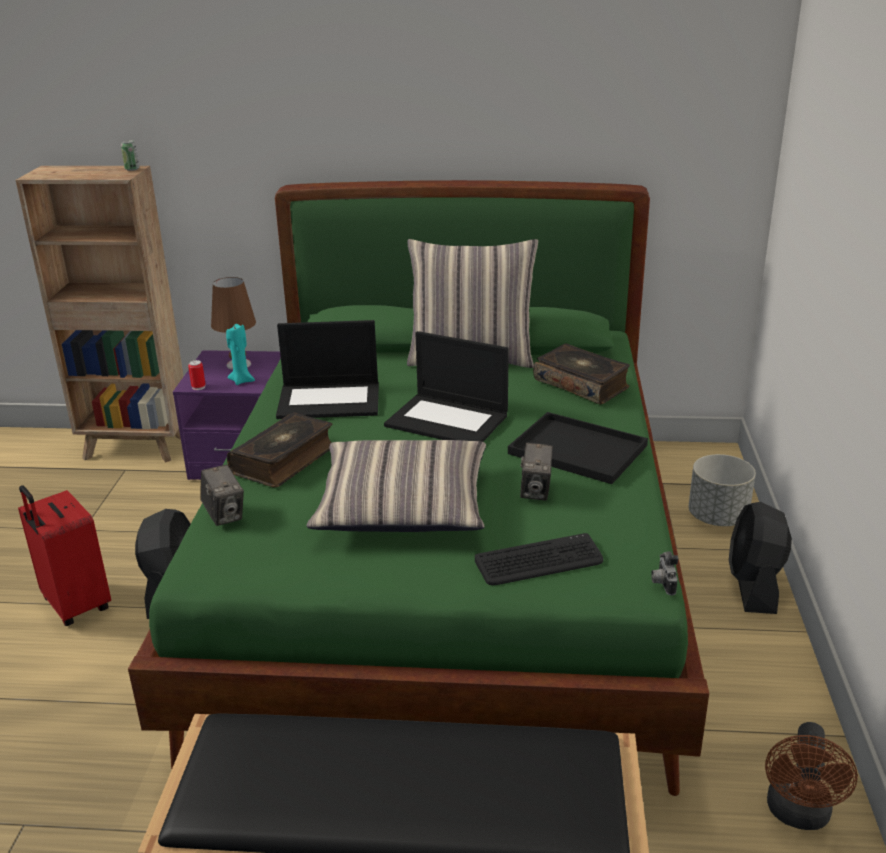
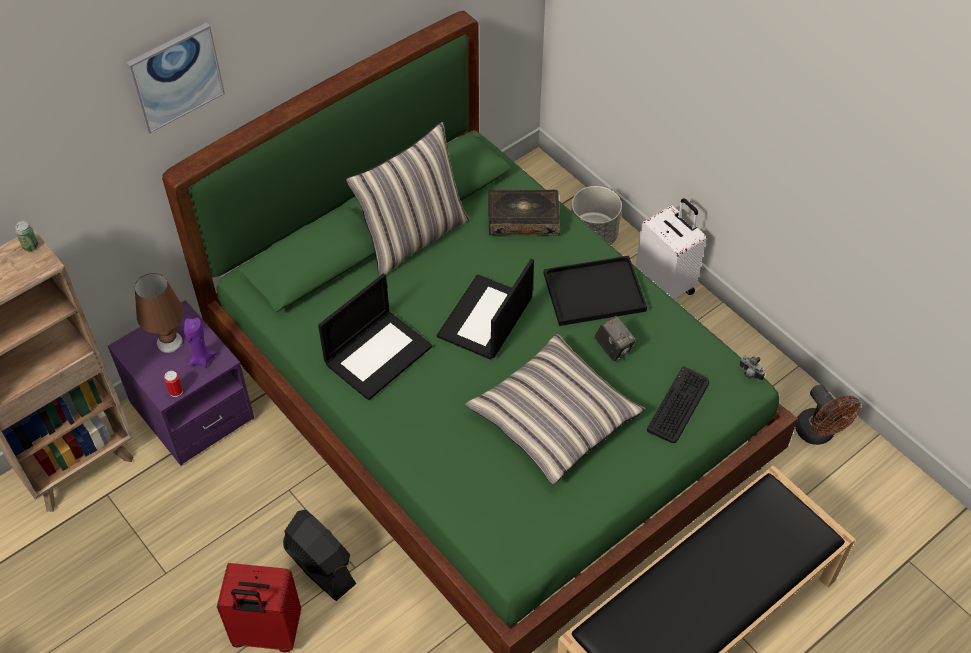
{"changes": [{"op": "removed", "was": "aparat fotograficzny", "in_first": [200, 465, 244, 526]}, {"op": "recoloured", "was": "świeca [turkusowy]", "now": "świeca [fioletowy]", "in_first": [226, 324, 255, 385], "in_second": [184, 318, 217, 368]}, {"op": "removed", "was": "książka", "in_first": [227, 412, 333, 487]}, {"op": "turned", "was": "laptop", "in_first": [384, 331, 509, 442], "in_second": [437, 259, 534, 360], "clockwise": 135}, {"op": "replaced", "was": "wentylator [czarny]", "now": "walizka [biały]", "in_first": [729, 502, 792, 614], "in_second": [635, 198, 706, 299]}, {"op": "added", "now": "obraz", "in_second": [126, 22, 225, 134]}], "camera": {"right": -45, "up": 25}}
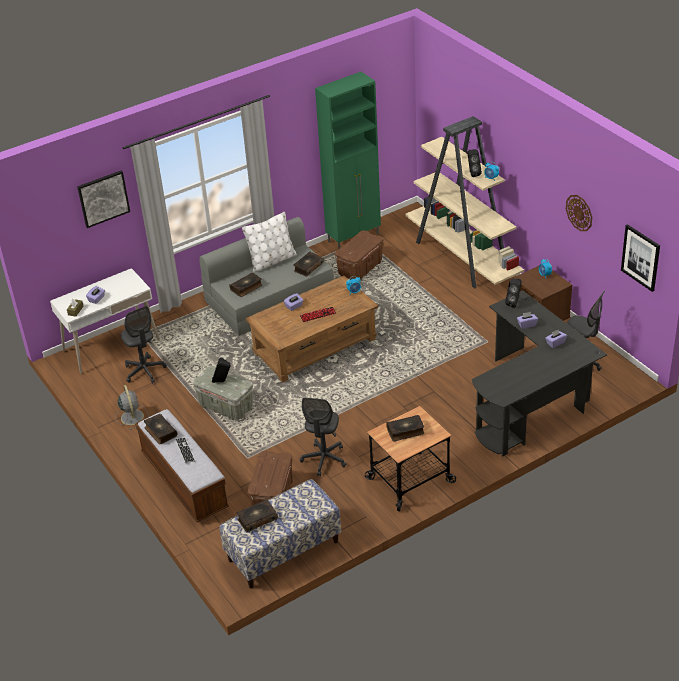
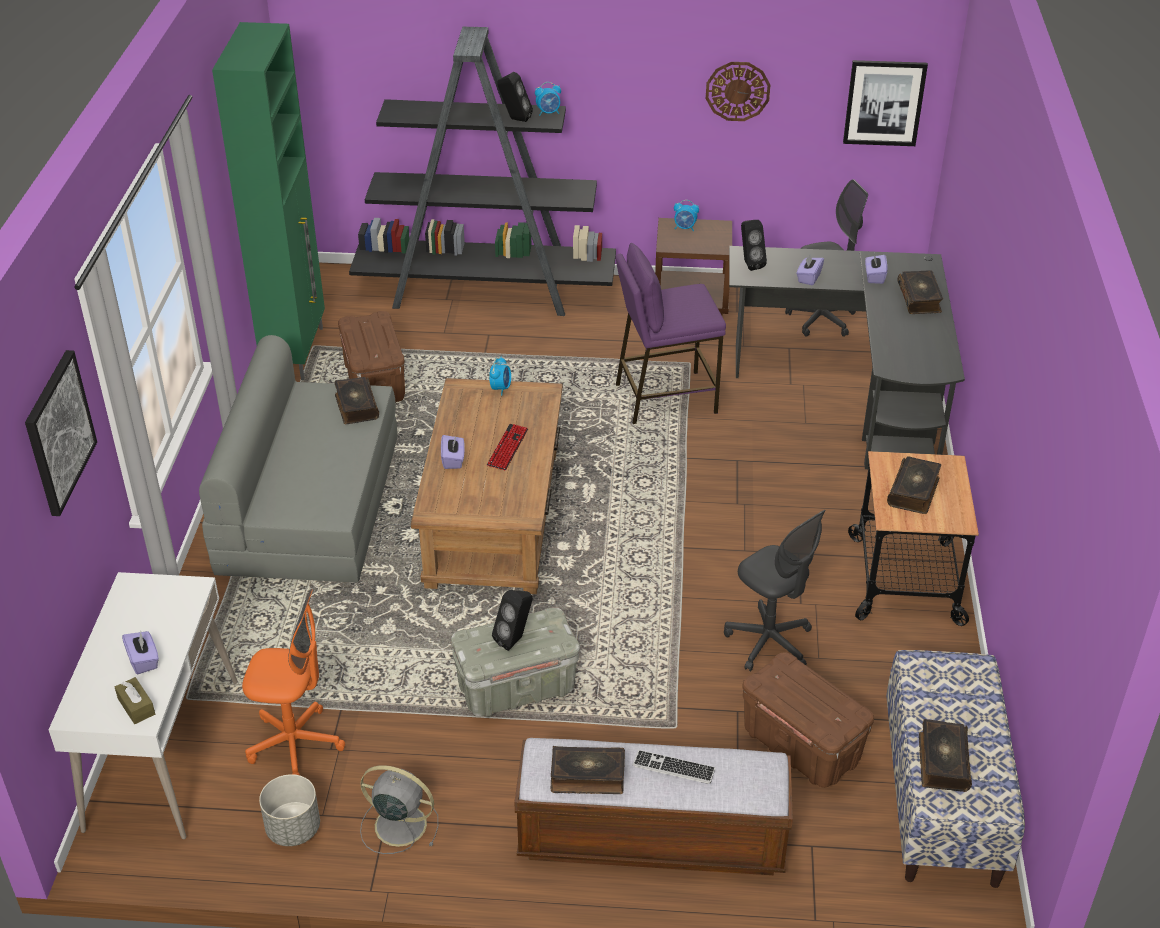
{"changes": [{"op": "recoloured", "was": "krzesło biurowe [szary]", "now": "krzesło biurowe [pomarańczowy]", "in_first": [121, 306, 167, 384], "in_second": [242, 589, 345, 775]}, {"op": "moved", "was": "książka", "in_first": [229, 273, 263, 297], "in_second": [898, 270, 943, 314]}, {"op": "removed", "was": "poduszka [biały]", "in_first": [242, 212, 297, 272]}, {"op": "recoloured", "was": "regał [beżowy]", "now": "regał [czarny]", "in_first": [405, 116, 524, 289], "in_second": [349, 27, 616, 316]}, {"op": "added", "now": "donica [szary]", "in_second": [259, 774, 320, 846]}, {"op": "added", "now": "stołek [fioletowy]", "in_second": [615, 243, 726, 424]}], "camera": {"right": -55, "up": 0}}
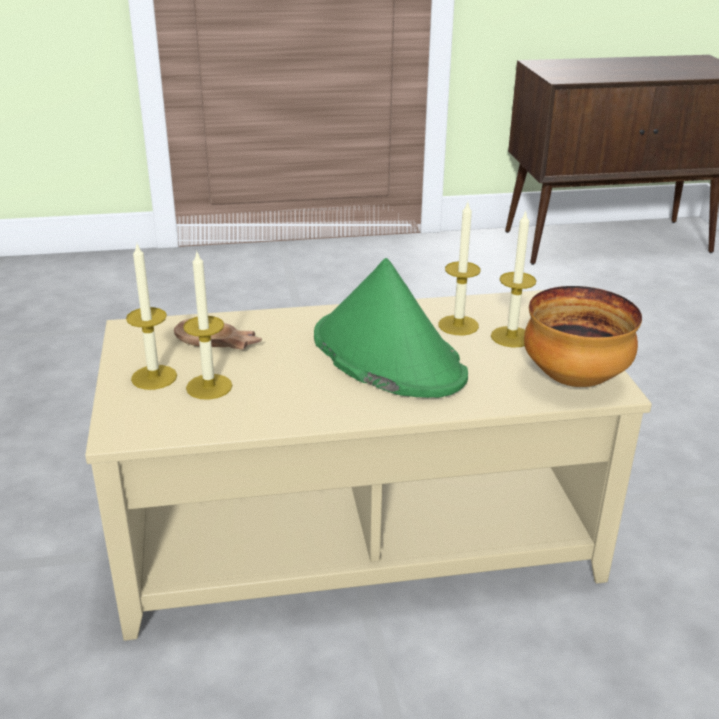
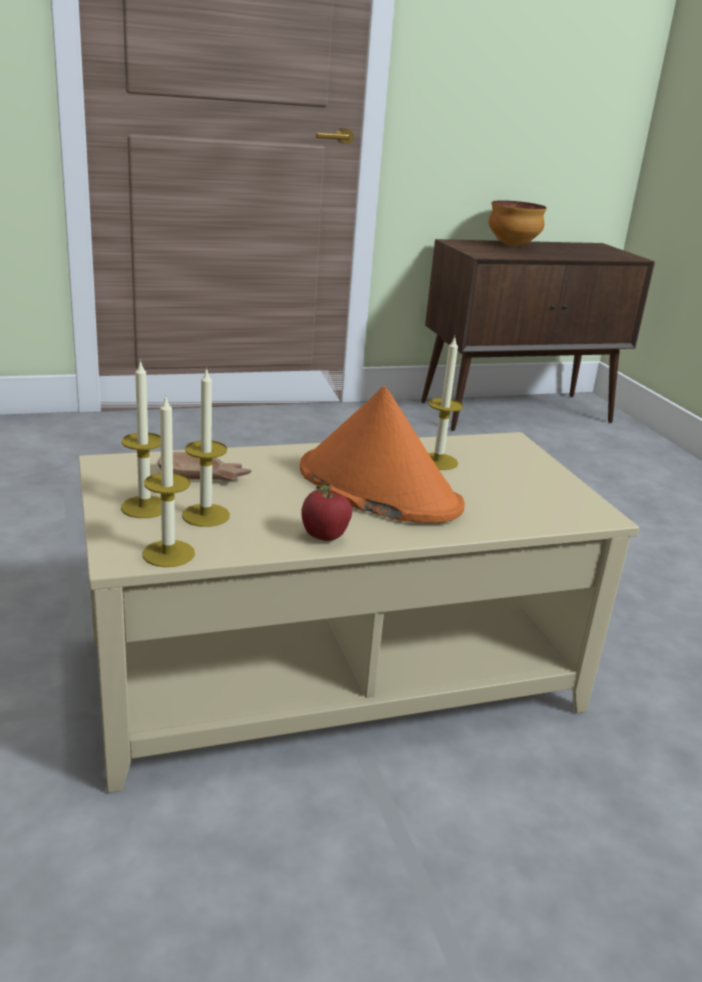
{"changes": [{"op": "recoloured", "was": "kapelusz [zielony]", "now": "kapelusz [pomarańczowy]", "in_first": [314, 258, 468, 398], "in_second": [300, 386, 465, 523]}, {"op": "moved", "was": "świeca", "in_first": [491, 210, 537, 348], "in_second": [142, 394, 195, 567]}, {"op": "moved", "was": "miska", "in_first": [524, 286, 642, 387], "in_second": [488, 200, 547, 246]}, {"op": "added", "now": "jabłko", "in_second": [301, 485, 352, 541]}], "camera": {"right": -10, "up": -5}}
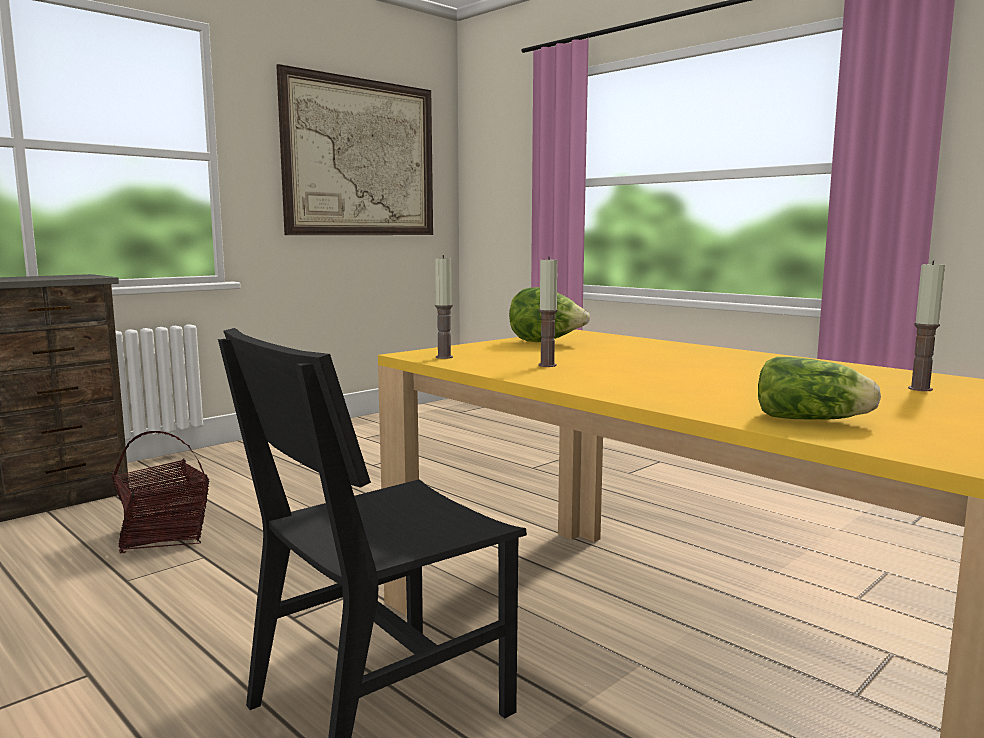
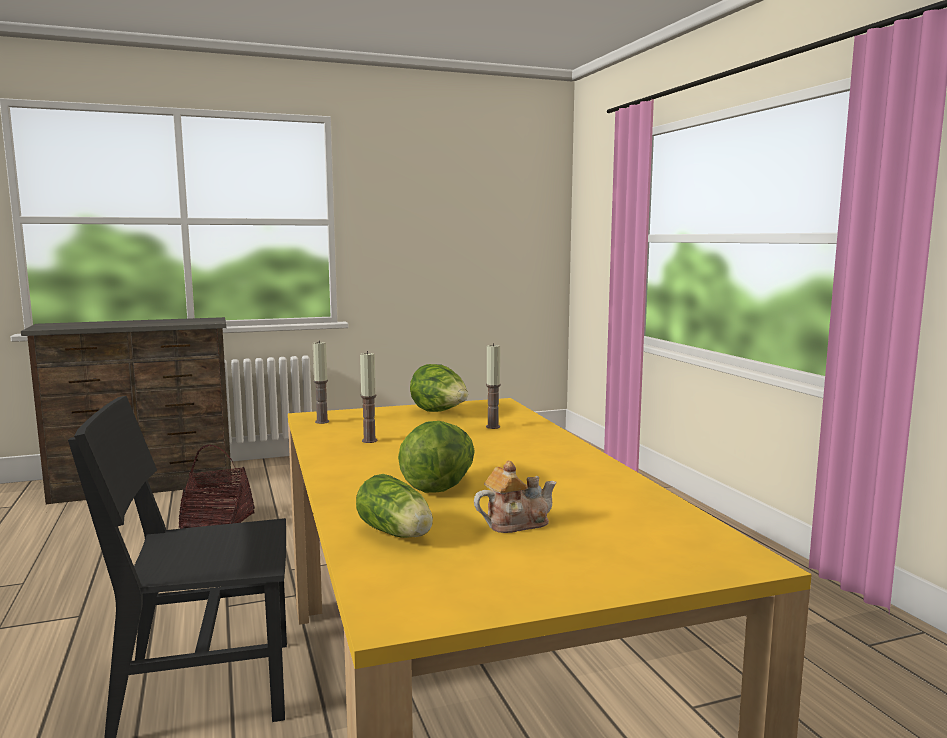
{"changes": [{"op": "removed", "was": "obraz", "in_first": [276, 64, 433, 235]}, {"op": "moved", "was": "świeca", "in_first": [908, 260, 945, 391], "in_second": [486, 343, 501, 429]}, {"op": "added", "now": "sałata", "in_second": [398, 421, 475, 493]}, {"op": "added", "now": "imbryk", "in_second": [474, 461, 557, 533]}], "camera": {"right": 25, "up": 0}}
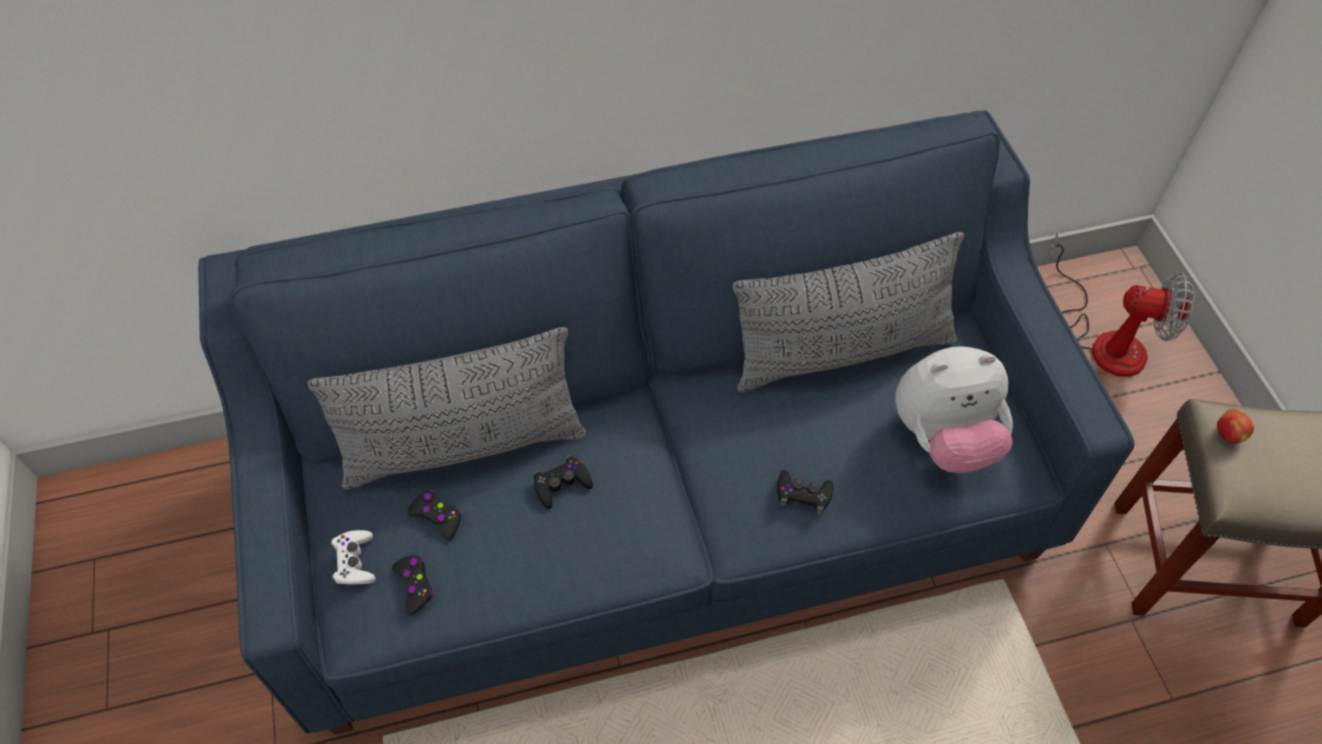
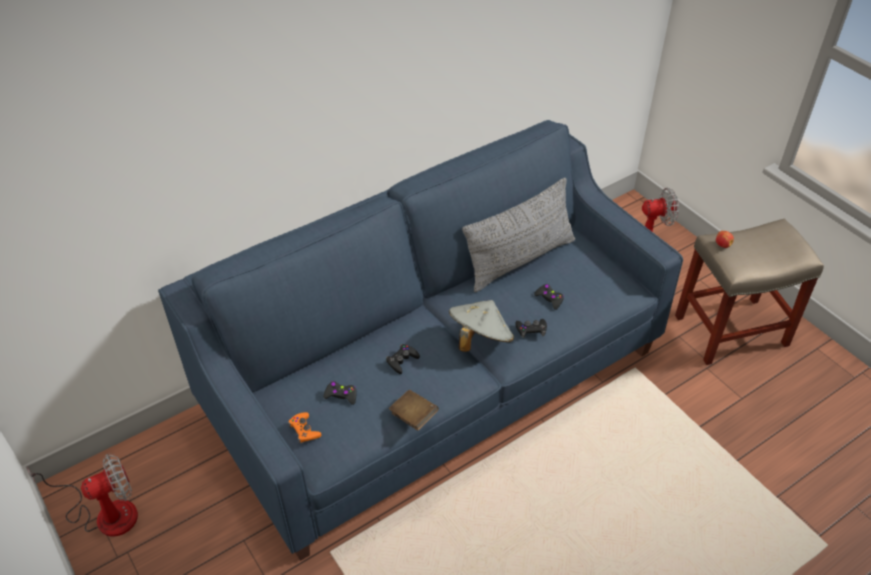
{"changes": [{"op": "removed", "was": "poduszka [szary]", "in_first": [308, 327, 586, 490]}, {"op": "recoloured", "was": "pad do gier [biały]", "now": "pad do gier [pomarańczowy]", "in_first": [330, 530, 376, 585], "in_second": [288, 412, 321, 444]}, {"op": "moved", "was": "pad do gier [czarny]", "in_first": [392, 555, 434, 615], "in_second": [534, 284, 564, 310]}, {"op": "removed", "was": "pluszak", "in_first": [895, 346, 1013, 473]}, {"op": "added", "now": "wentylator", "in_second": [27, 453, 138, 537]}, {"op": "added", "now": "książka [brązowy]", "in_second": [389, 390, 439, 431]}, {"op": "added", "now": "kapelusz [szary]", "in_second": [449, 300, 514, 352]}], "camera": {"right": -20, "up": -10}}
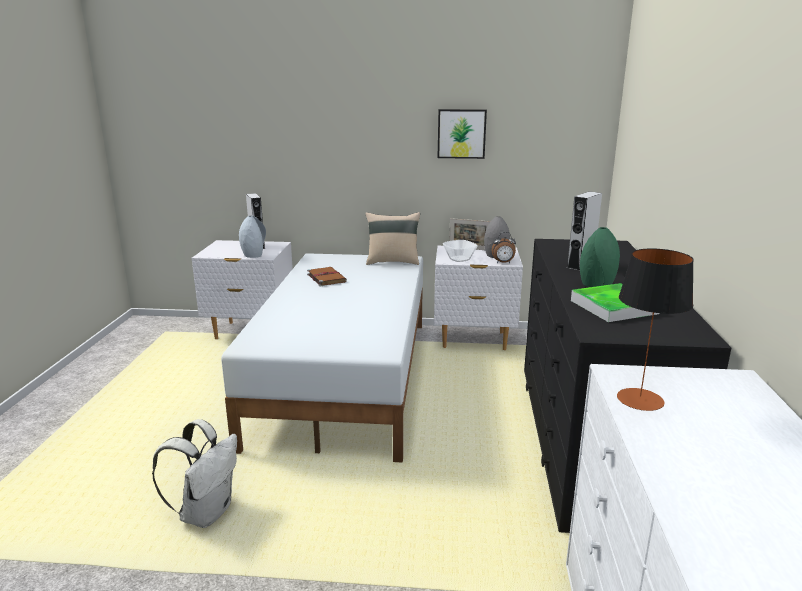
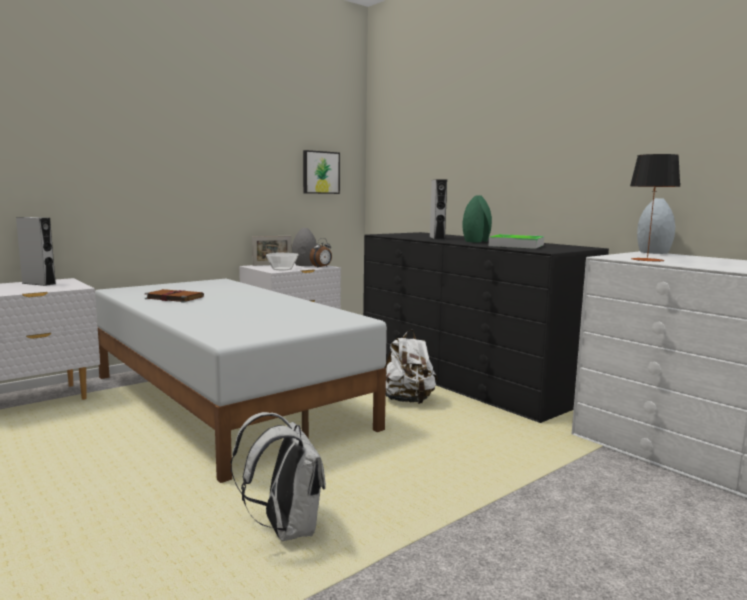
{"changes": [{"op": "moved", "was": "wazon [szary]", "in_first": [239, 216, 266, 258], "in_second": [637, 198, 675, 254]}, {"op": "removed", "was": "poduszka [beżowy]", "in_first": [365, 212, 420, 265]}, {"op": "moved", "was": "obraz", "in_first": [438, 109, 487, 159], "in_second": [303, 150, 340, 194]}, {"op": "added", "now": "plecak [biały]", "in_second": [384, 330, 438, 404]}], "camera": {"right": -45, "up": -10}}
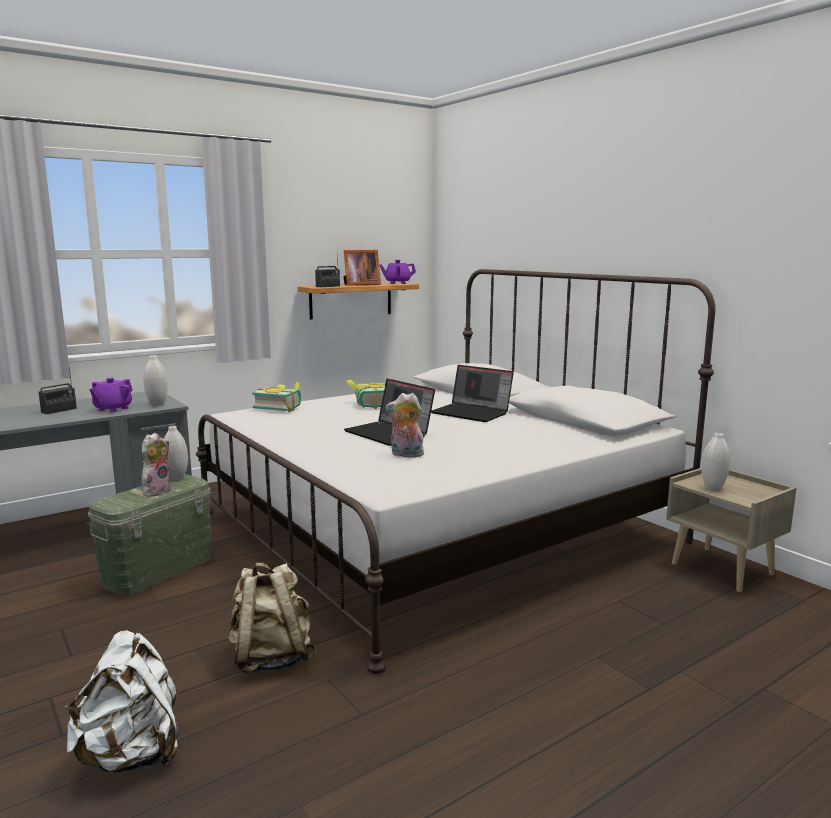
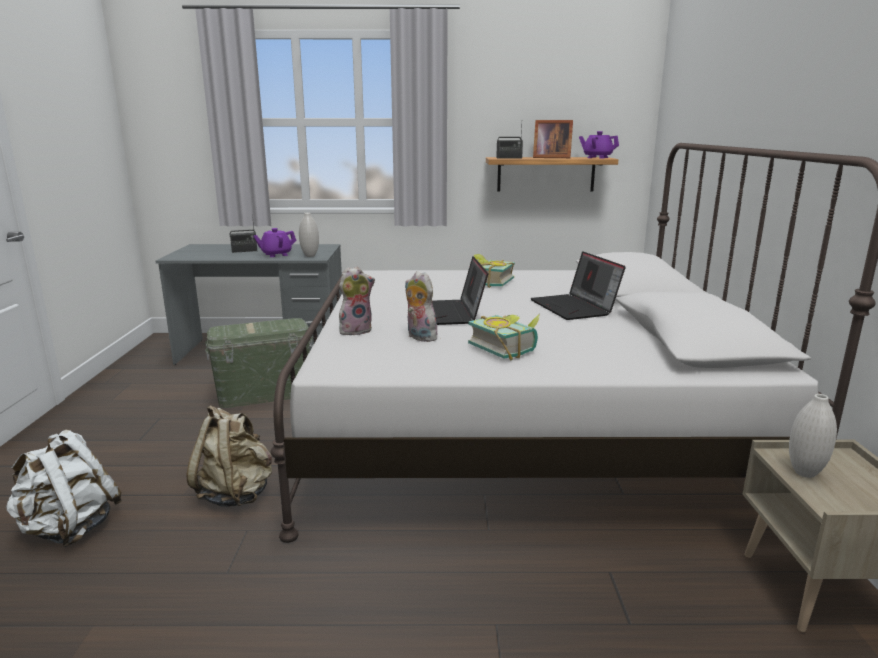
{"changes": [{"op": "moved", "was": "pluszak", "in_first": [141, 433, 172, 497], "in_second": [339, 267, 375, 335]}, {"op": "removed", "was": "wazon [biały]", "in_first": [164, 426, 188, 481]}, {"op": "moved", "was": "książka", "in_first": [252, 381, 301, 412], "in_second": [468, 315, 540, 360]}], "camera": {"right": 35, "up": 5}}
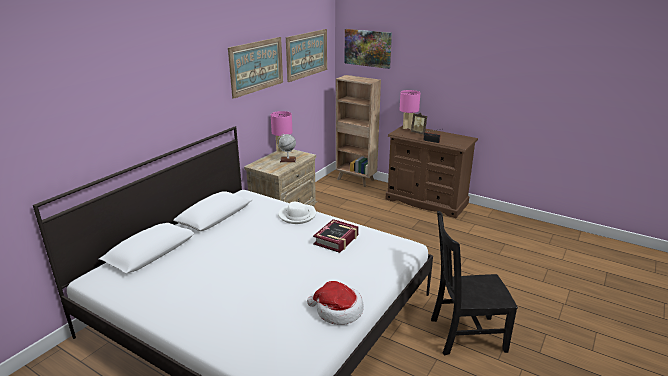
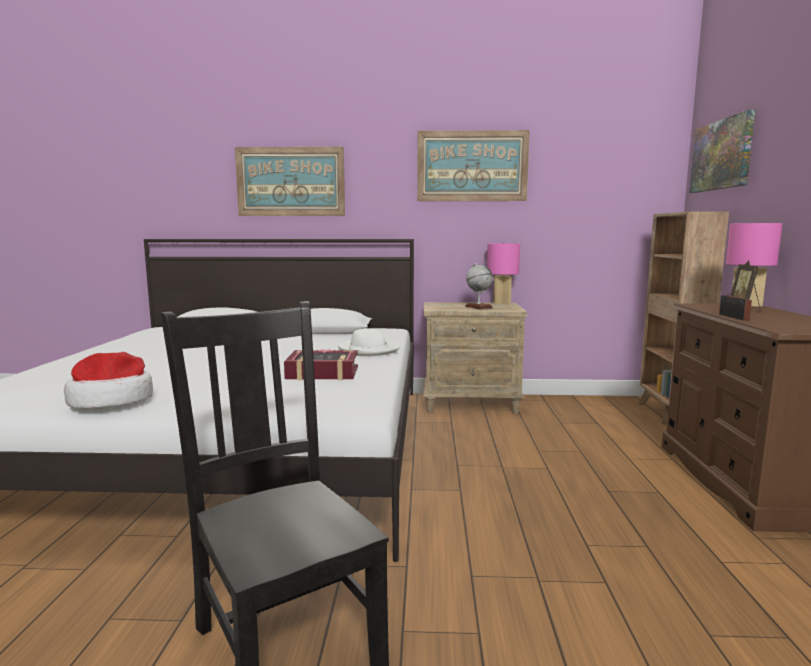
{"changes": [{"op": "moved", "was": "obraz", "in_first": [286, 29, 327, 82], "in_second": [235, 147, 345, 216]}], "camera": {"right": 60, "up": -15}}
